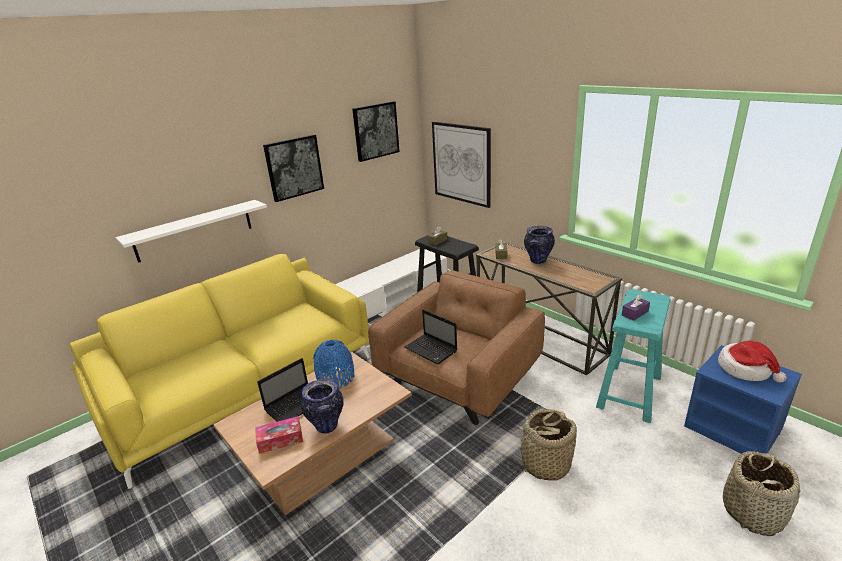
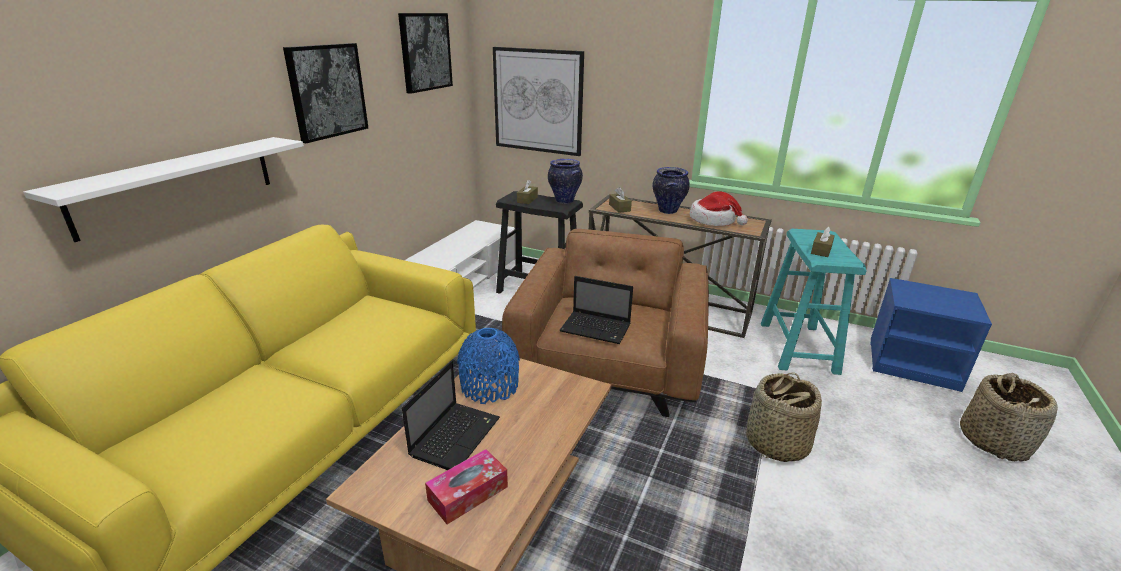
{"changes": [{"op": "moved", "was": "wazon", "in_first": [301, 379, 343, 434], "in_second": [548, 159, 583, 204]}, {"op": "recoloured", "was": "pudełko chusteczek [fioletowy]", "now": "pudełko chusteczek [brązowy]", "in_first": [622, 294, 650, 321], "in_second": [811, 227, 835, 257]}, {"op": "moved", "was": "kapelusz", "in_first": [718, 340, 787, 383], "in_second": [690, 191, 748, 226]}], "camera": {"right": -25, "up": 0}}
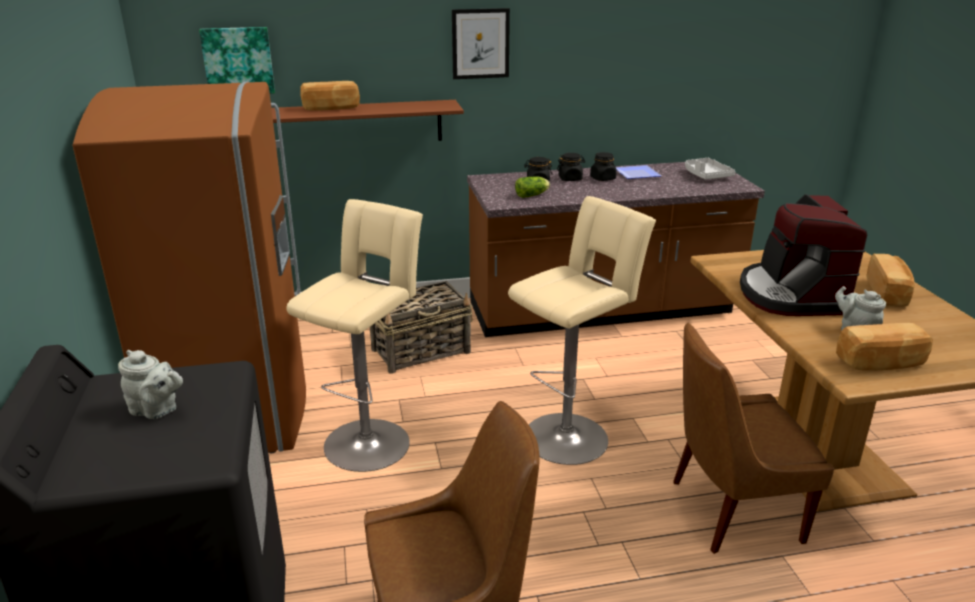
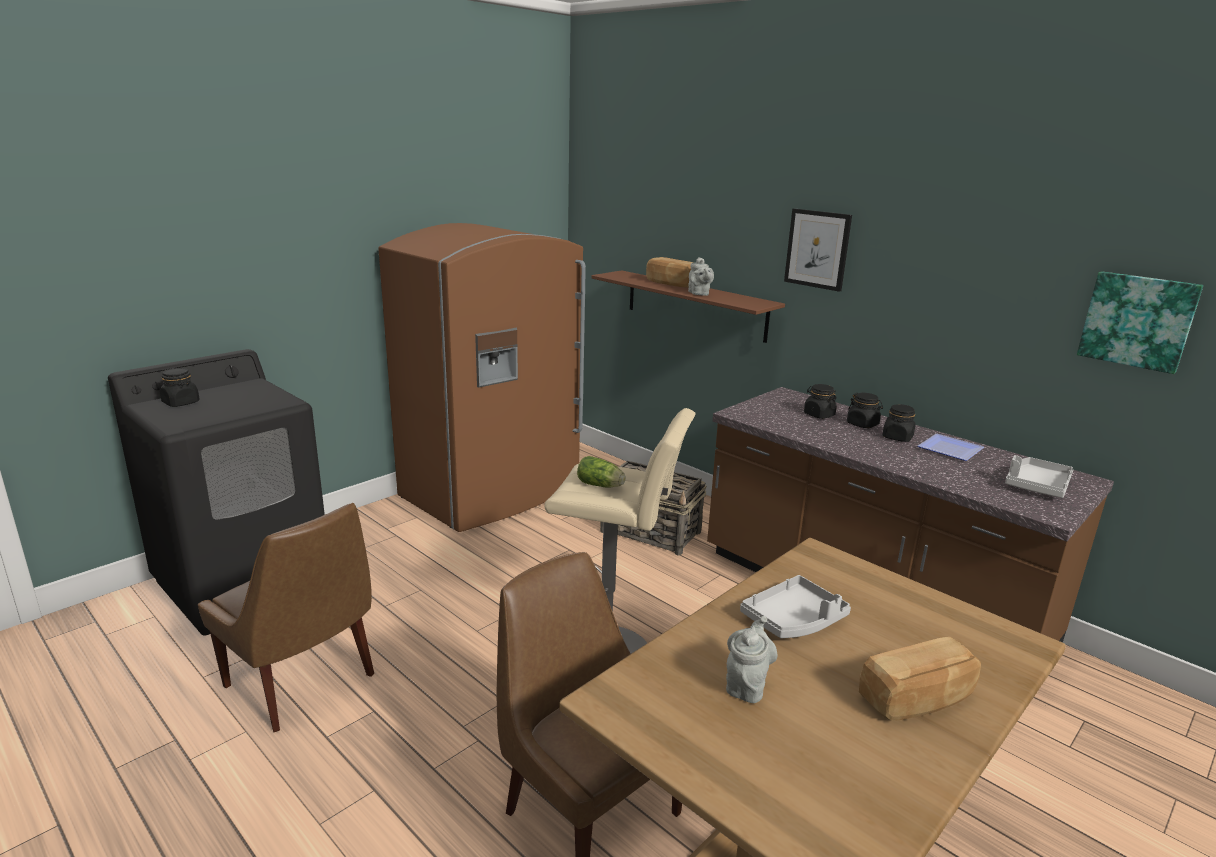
{"changes": [{"op": "moved", "was": "imbryk [szary]", "in_first": [118, 350, 183, 419], "in_second": [688, 257, 714, 296]}, {"op": "moved", "was": "obraz", "in_first": [199, 27, 275, 94], "in_second": [1077, 271, 1203, 374]}, {"op": "removed", "was": "stołek [beżowy]", "in_first": [286, 199, 423, 472]}, {"op": "moved", "was": "sałata", "in_first": [515, 176, 550, 198], "in_second": [577, 456, 626, 488]}, {"op": "replaced", "was": "ekspres do kawy", "now": "taca [szary]", "in_first": [740, 194, 867, 316], "in_second": [740, 575, 851, 638]}, {"op": "removed", "was": "chleb", "in_first": [836, 323, 933, 371]}, {"op": "added", "now": "słoik [czarny]", "in_second": [160, 368, 199, 407]}], "camera": {"right": 55, "up": -5}}
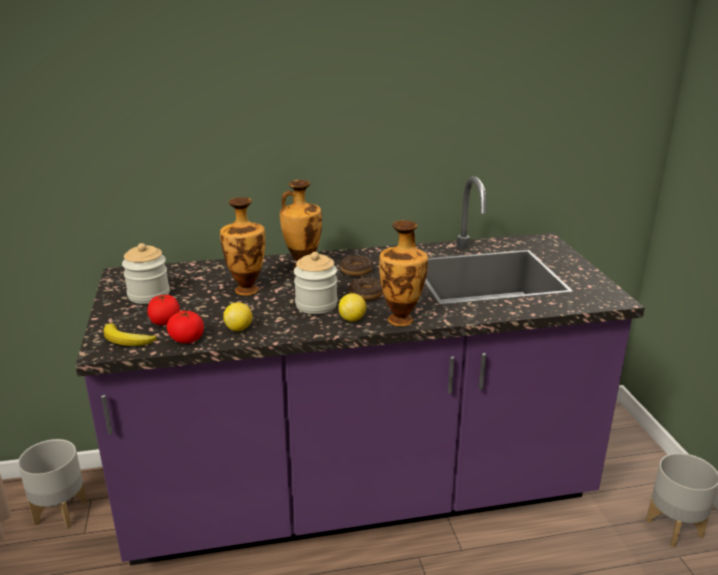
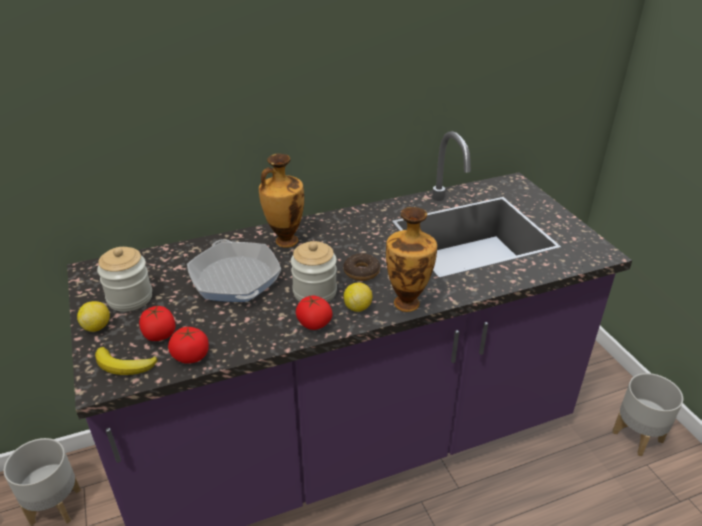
{"changes": [{"op": "replaced", "was": "wazon", "now": "patelnia", "in_first": [220, 197, 265, 296], "in_second": [187, 239, 281, 302]}, {"op": "moved", "was": "cytryna", "in_first": [223, 302, 252, 331], "in_second": [77, 301, 110, 332]}, {"op": "removed", "was": "donut", "in_first": [340, 256, 373, 276]}, {"op": "added", "now": "pomidor", "in_second": [296, 295, 332, 330]}], "camera": {"right": -10, "up": 10}}
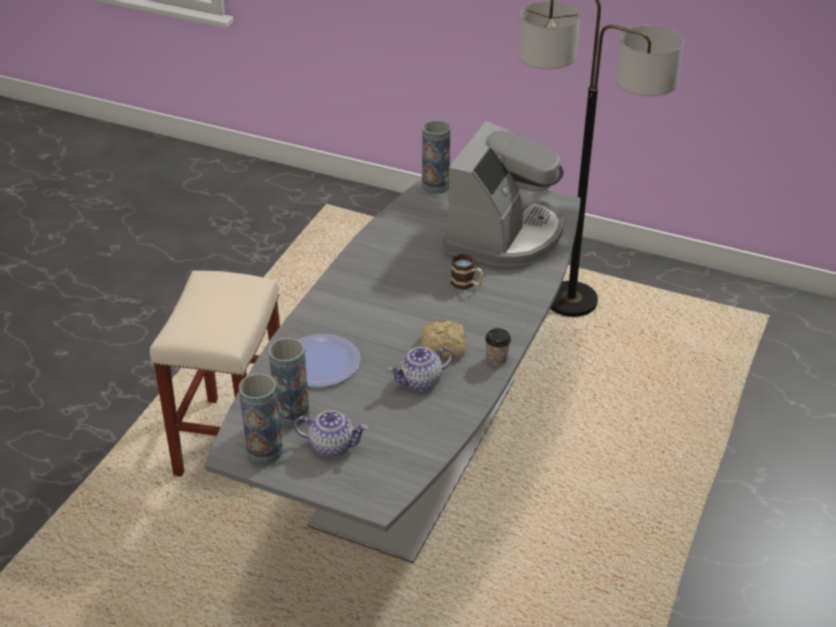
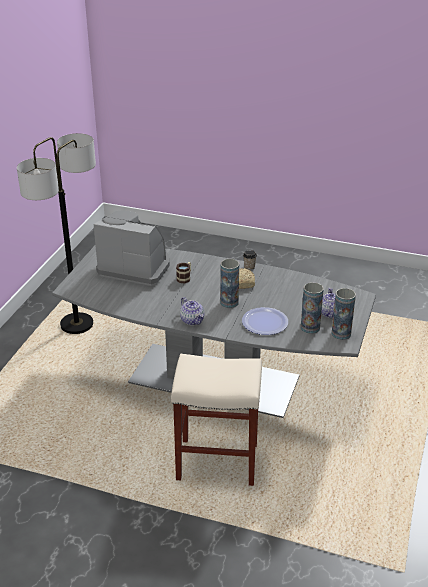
{"changes": [{"op": "moved", "was": "imbryk", "in_first": [388, 346, 453, 391], "in_second": [180, 297, 204, 325]}, {"op": "moved", "was": "wazon", "in_first": [422, 120, 450, 194], "in_second": [220, 259, 239, 308]}], "camera": {"right": -95, "up": -5}}
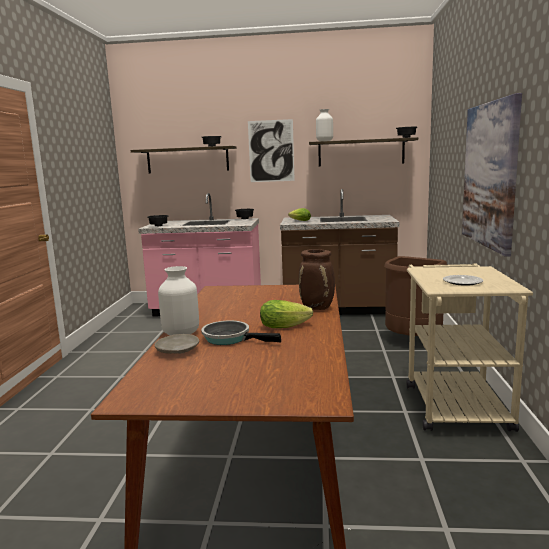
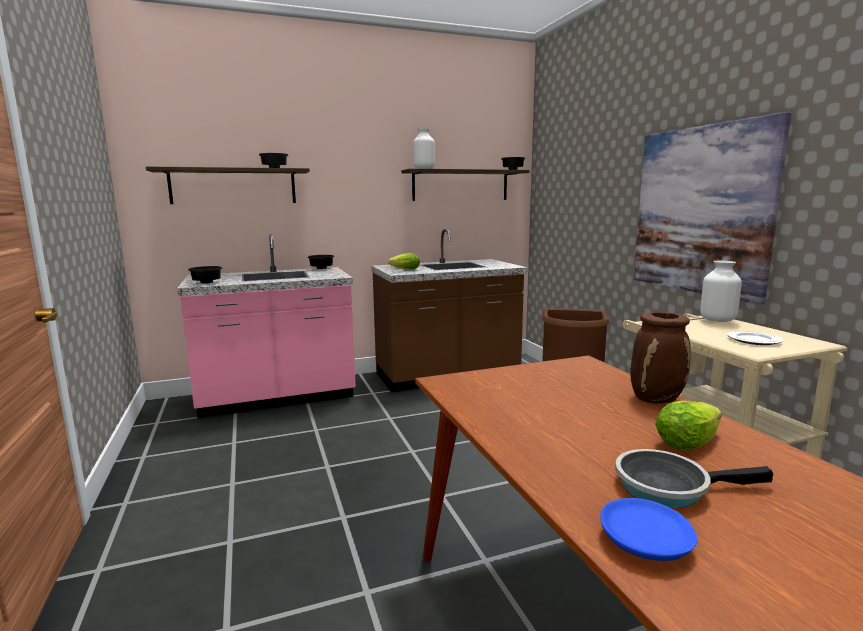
{"changes": [{"op": "recoloured", "was": "talerz [beżowy]", "now": "talerz [niebieski]", "in_first": [155, 334, 199, 354], "in_second": [600, 498, 698, 561]}, {"op": "moved", "was": "wazon [biały]", "in_first": [158, 266, 199, 335], "in_second": [700, 261, 742, 322]}, {"op": "removed", "was": "obraz", "in_first": [248, 119, 295, 182]}], "camera": {"right": -25, "up": 0}}
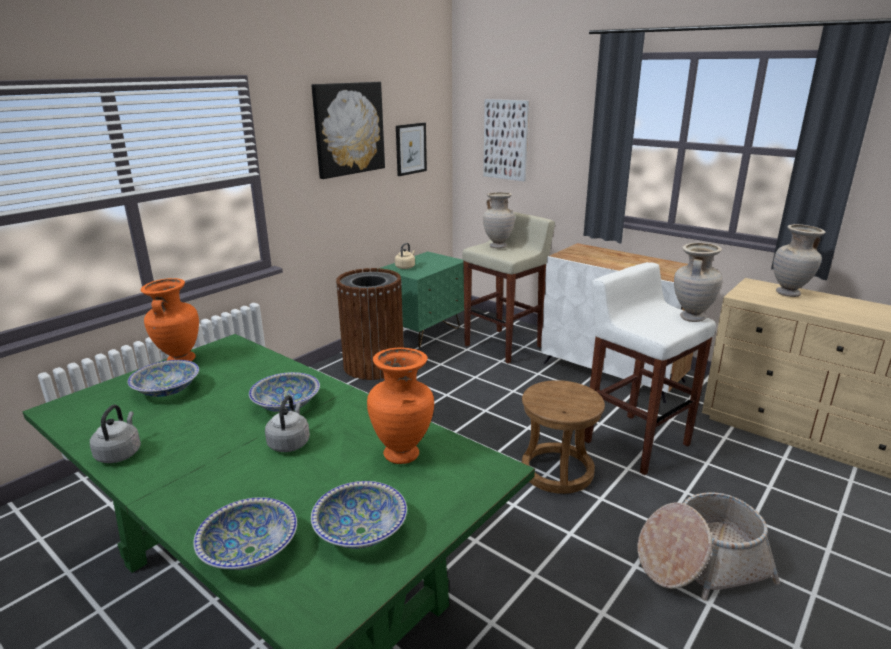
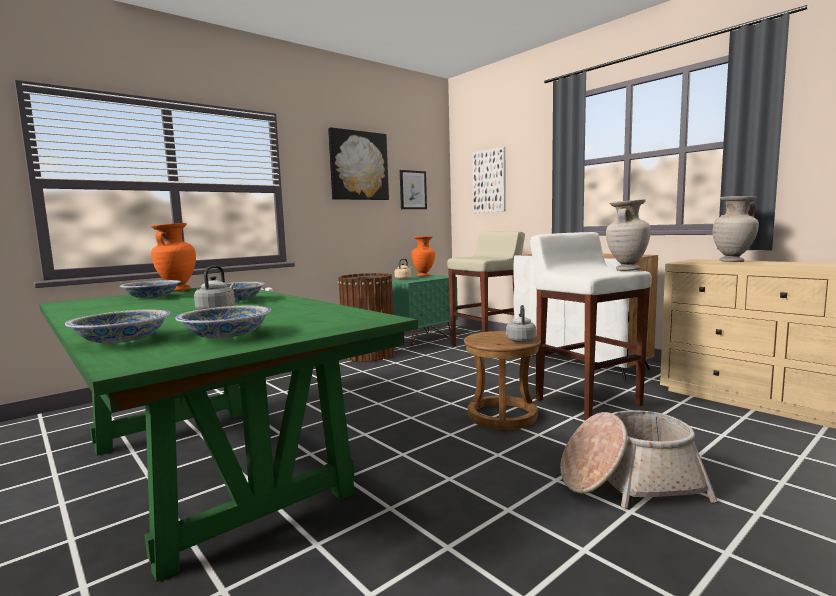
{"changes": [{"op": "moved", "was": "czajnik [szary]", "in_first": [90, 405, 141, 463], "in_second": [506, 305, 536, 343]}, {"op": "moved", "was": "wazon [pomarańczowy]", "in_first": [367, 348, 434, 464], "in_second": [411, 236, 435, 276]}, {"op": "removed", "was": "wazon [beżowy]", "in_first": [483, 192, 515, 248]}], "camera": {"right": 10, "up": -15}}
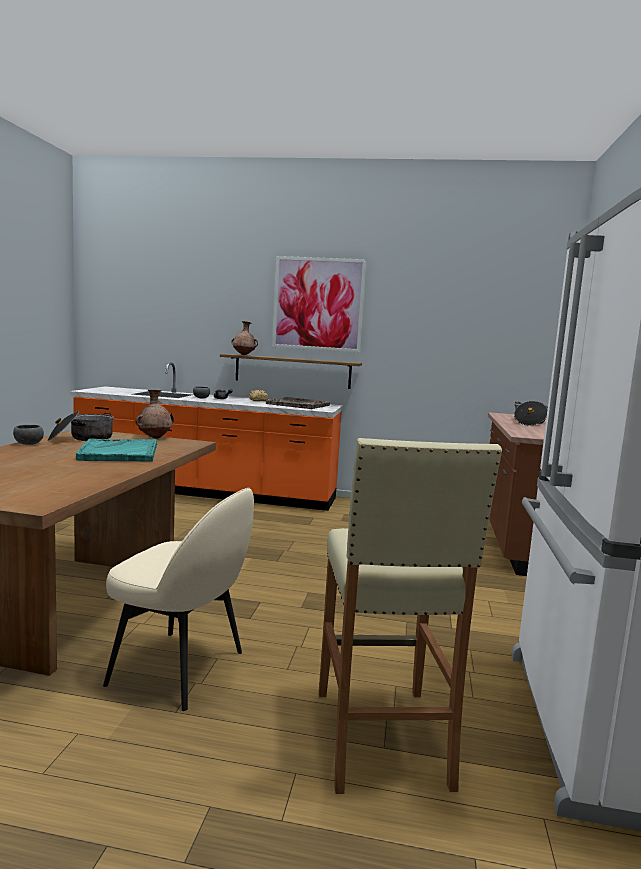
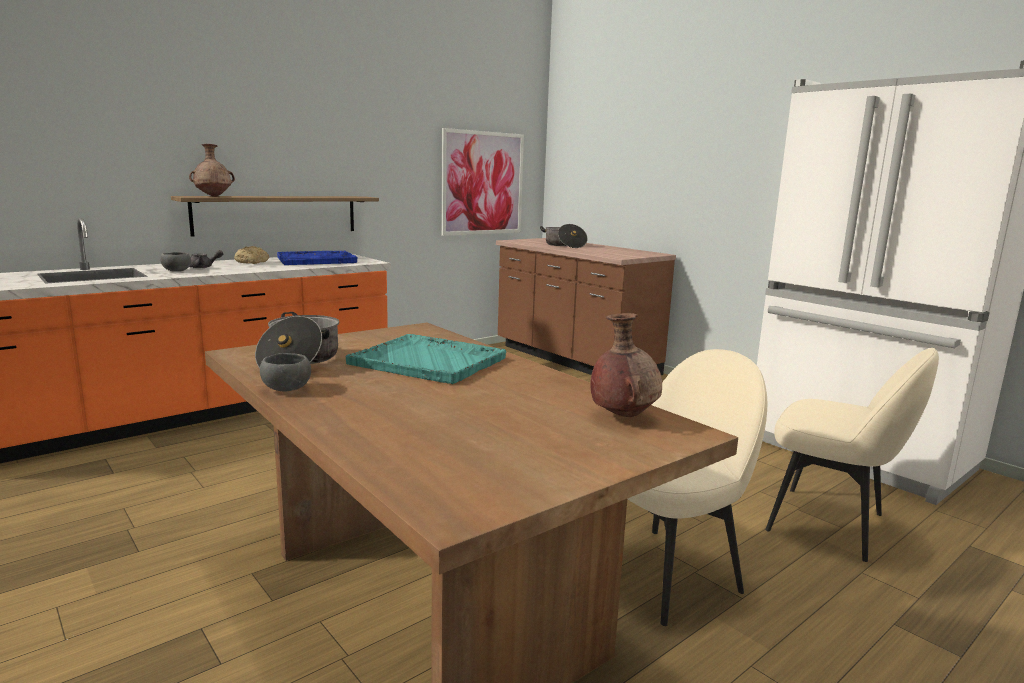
{"changes": [{"op": "moved", "was": "wazon [brązowy]", "in_first": [136, 390, 174, 439], "in_second": [591, 313, 662, 417]}, {"op": "recoloured", "was": "taca [szary]", "now": "taca [niebieski]", "in_first": [266, 397, 330, 409], "in_second": [277, 251, 357, 265]}, {"op": "moved", "was": "obraz", "in_first": [272, 256, 367, 353], "in_second": [441, 128, 524, 236]}, {"op": "replaced", "was": "stołek [beżowy]", "now": "krzesło [beżowy]", "in_first": [319, 438, 502, 794], "in_second": [765, 348, 939, 562]}], "camera": {"right": -50, "up": 5}}
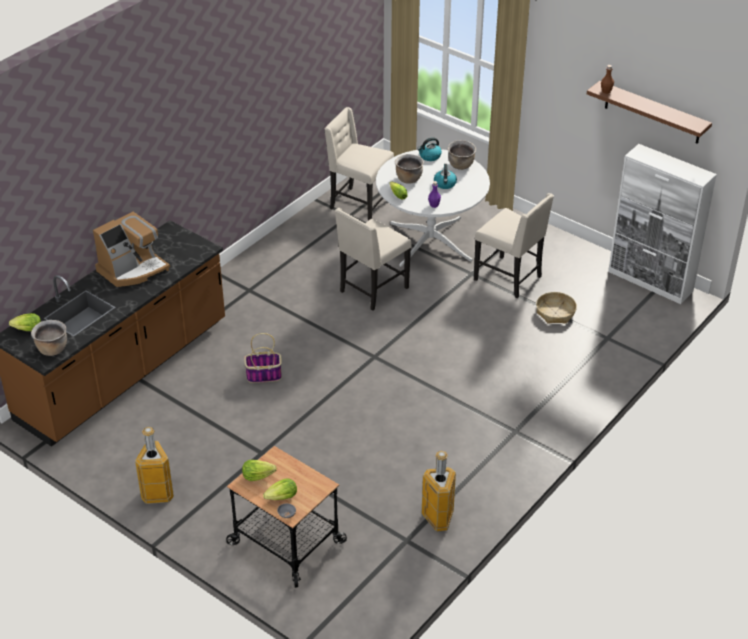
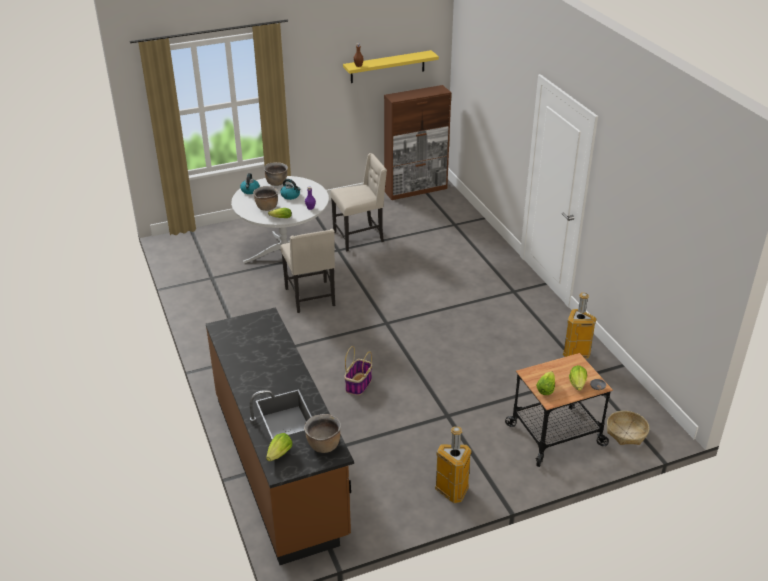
{"changes": [{"op": "removed", "was": "ekspres do kawy", "in_first": [93, 212, 170, 287]}, {"op": "removed", "was": "krzesło [beżowy]", "in_first": [324, 107, 394, 220]}, {"op": "moved", "was": "koszyk", "in_first": [536, 292, 577, 324], "in_second": [607, 411, 649, 445]}, {"op": "recoloured", "was": "półka [brązowy]", "now": "półka [żółty]", "in_first": [587, 81, 712, 144], "in_second": [343, 50, 439, 83]}, {"op": "recoloured", "was": "szafka [biały]", "now": "szafka [brązowy]", "in_first": [608, 144, 717, 304], "in_second": [384, 85, 451, 200]}], "camera": {"right": -60, "up": -5}}
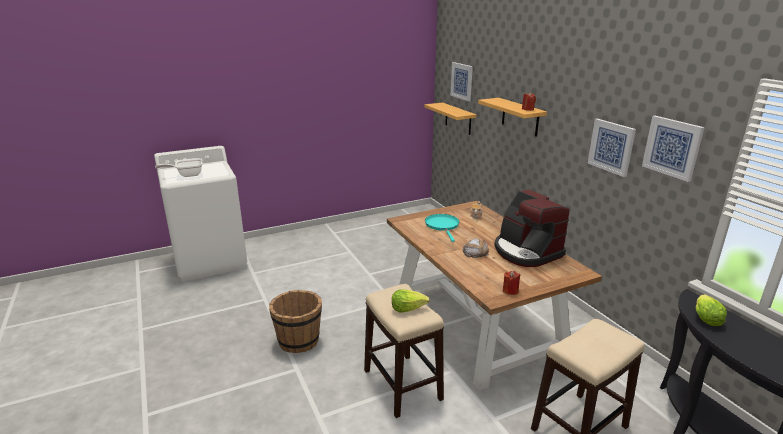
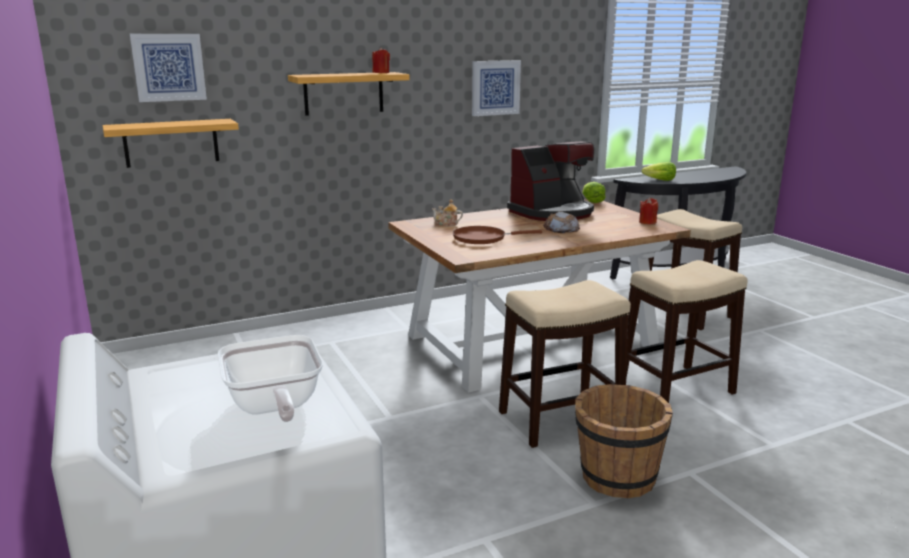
{"changes": [{"op": "moved", "was": "sałata", "in_first": [392, 289, 430, 312], "in_second": [582, 182, 606, 203]}, {"op": "recoloured", "was": "patelnia [turkusowy]", "now": "patelnia [brązowy]", "in_first": [425, 214, 460, 242], "in_second": [453, 226, 542, 244]}, {"op": "removed", "was": "obraz", "in_first": [642, 116, 705, 182]}, {"op": "added", "now": "stołek", "in_second": [499, 280, 631, 448]}], "camera": {"right": -90, "up": -5}}
